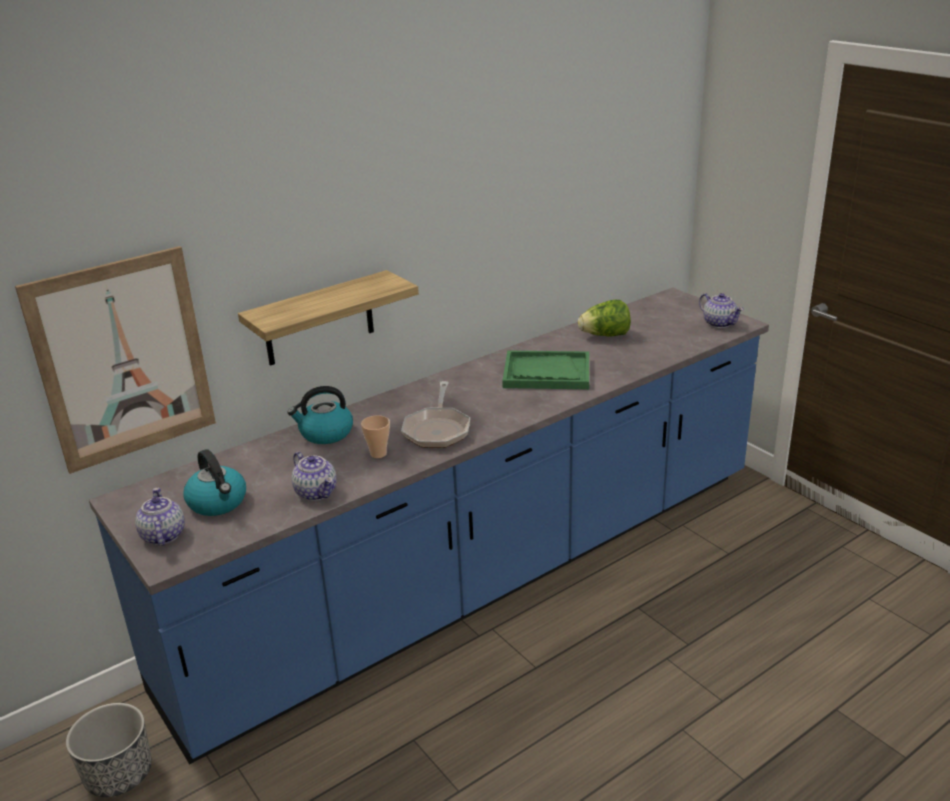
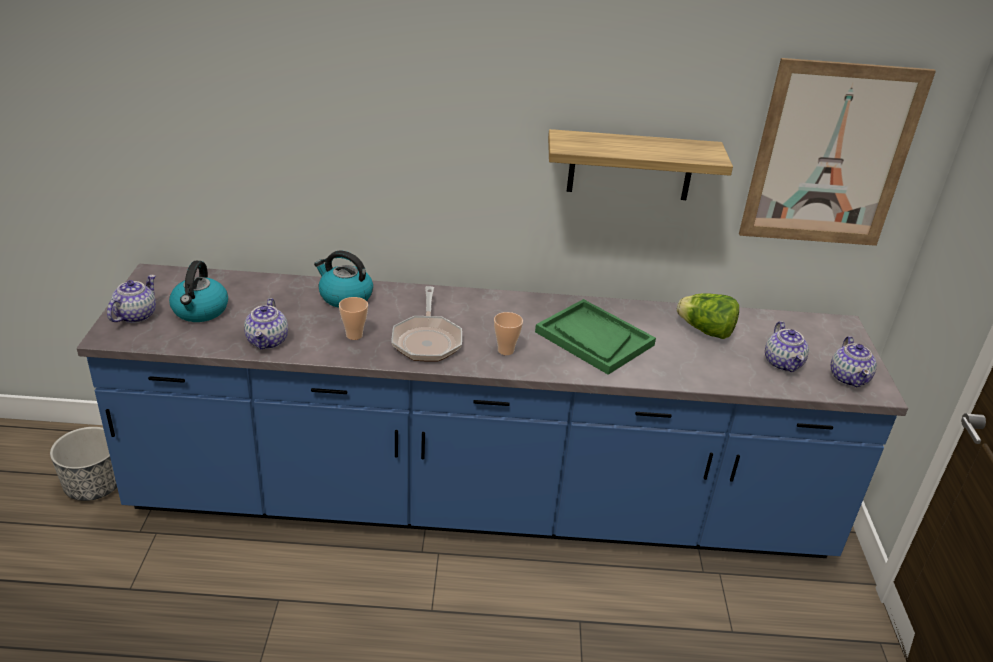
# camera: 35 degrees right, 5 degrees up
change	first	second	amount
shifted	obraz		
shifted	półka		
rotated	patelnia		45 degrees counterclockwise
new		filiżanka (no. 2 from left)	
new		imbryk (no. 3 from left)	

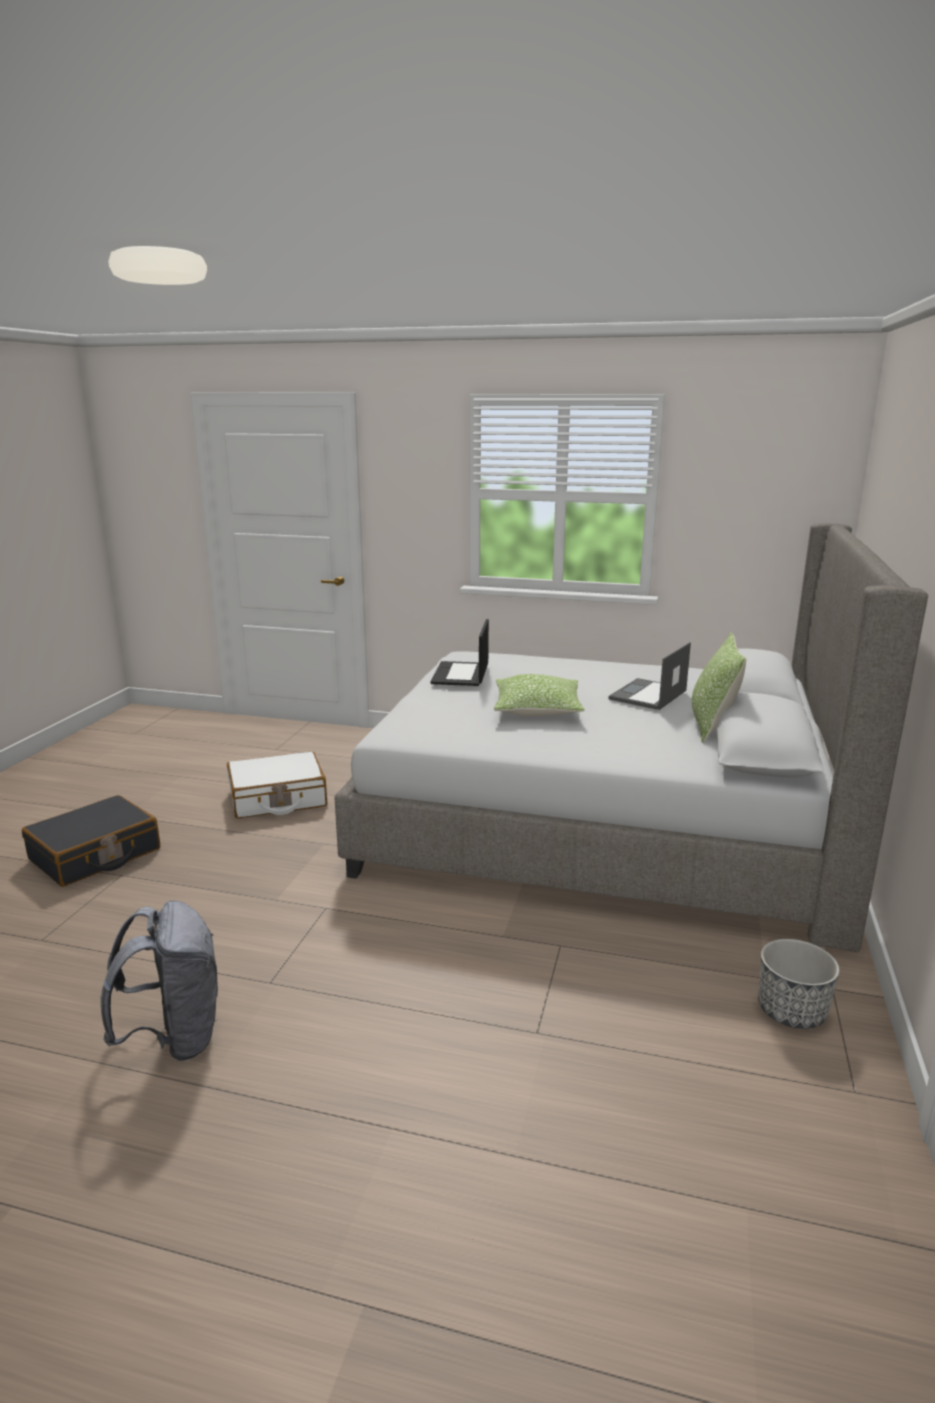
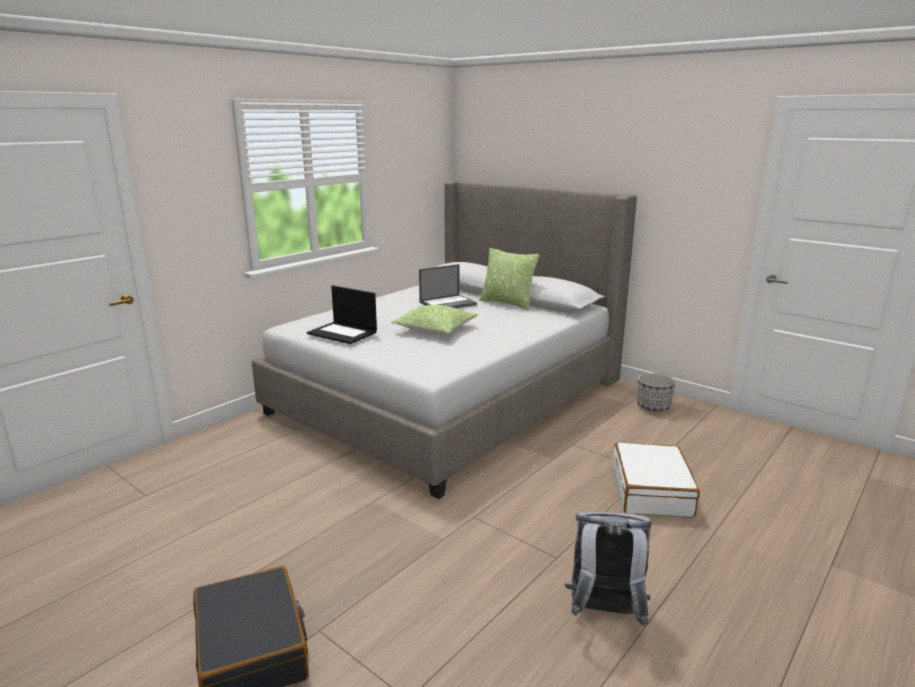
# camera: 65 degrees left, 0 degrees up
change	first	second	amount
shifted	walizka (biały)		
rotated	laptop (no. 2 from left)		90 degrees counterclockwise

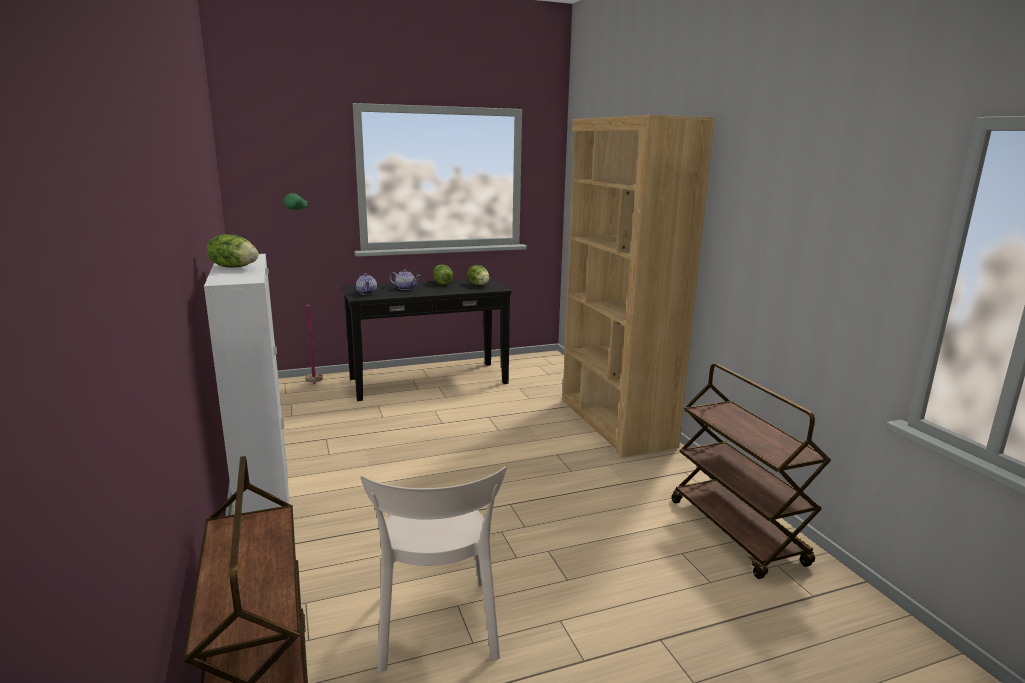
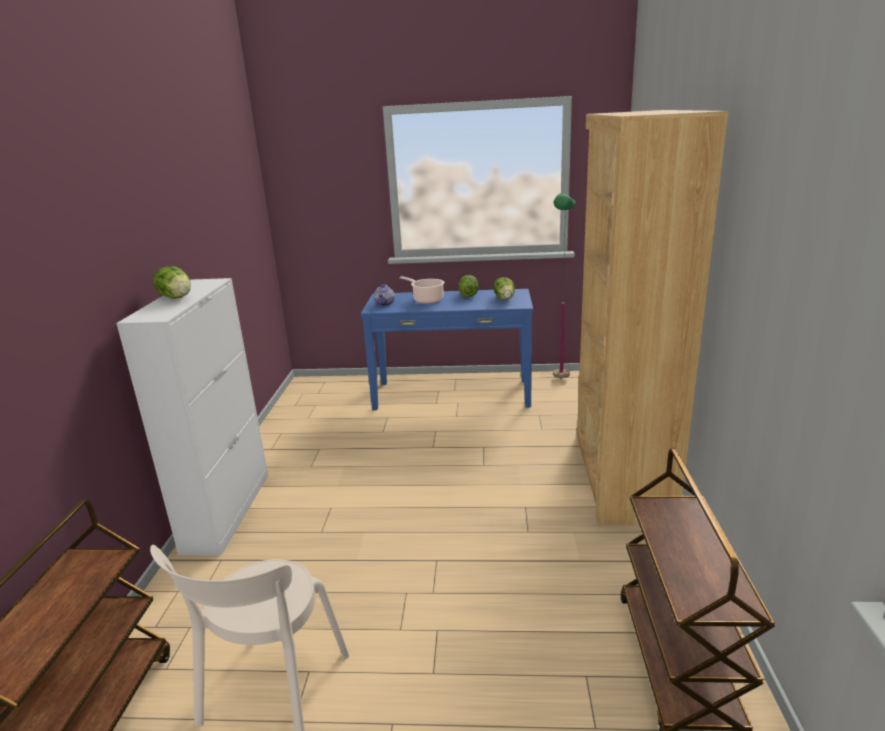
# camera: 25 degrees right, 5 degrees up
change	first	second	amount
shifted	lampa stojąca (zielony)		
repainted	stolik konsolowy (czarny)	stolik konsolowy (niebieski)	
swapped	imbryk (no. 2 from left)	garnek	

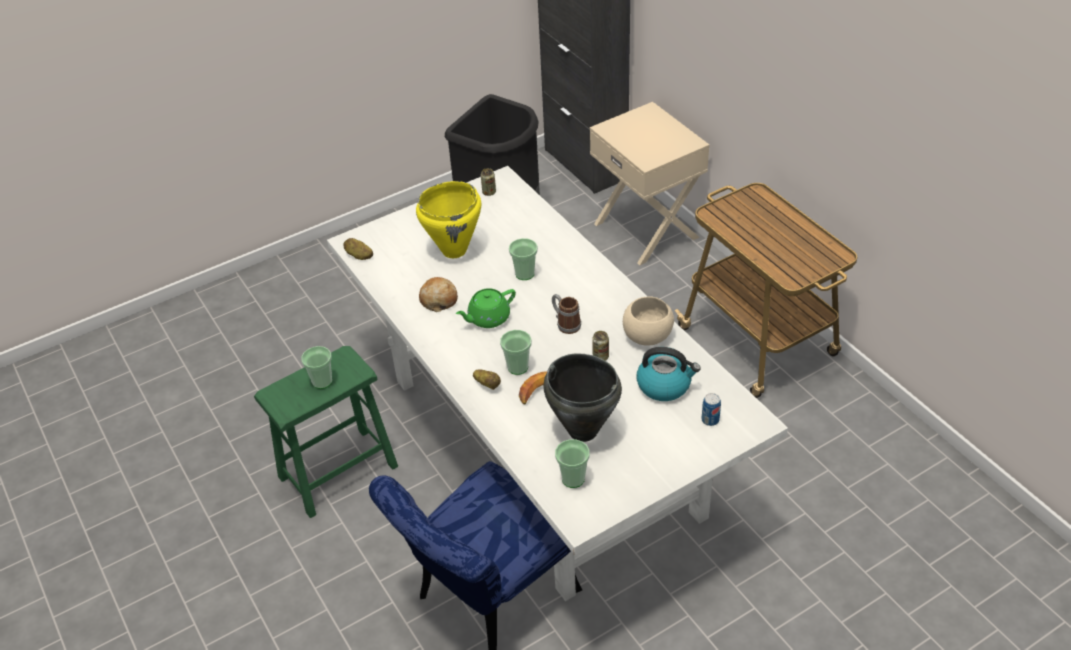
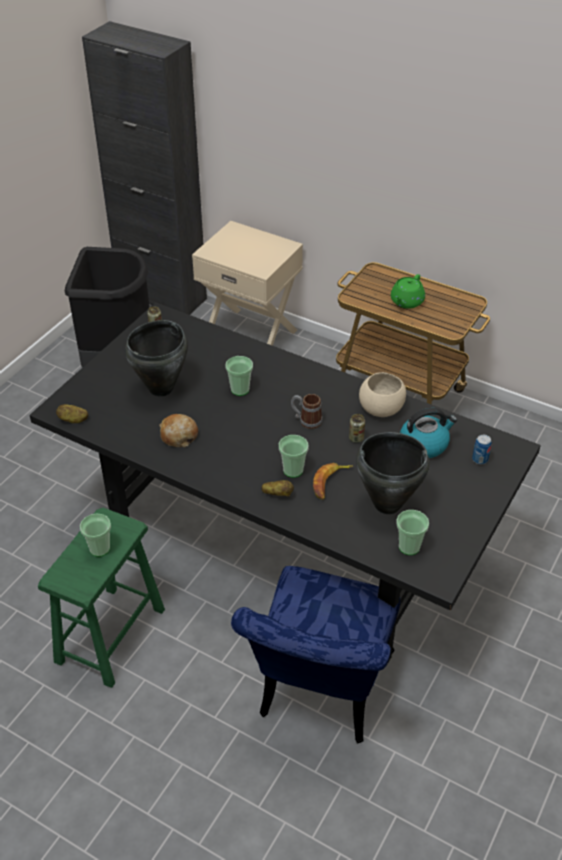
# camera: 30 degrees left, 0 degrees up
change	first	second	amount
repainted	stół jadalny (biały)	stół jadalny (czarny)	
repainted	garnek (żółty)	garnek (czarny) (no. 1 from left)	
shifted	imbryk (zielony)		

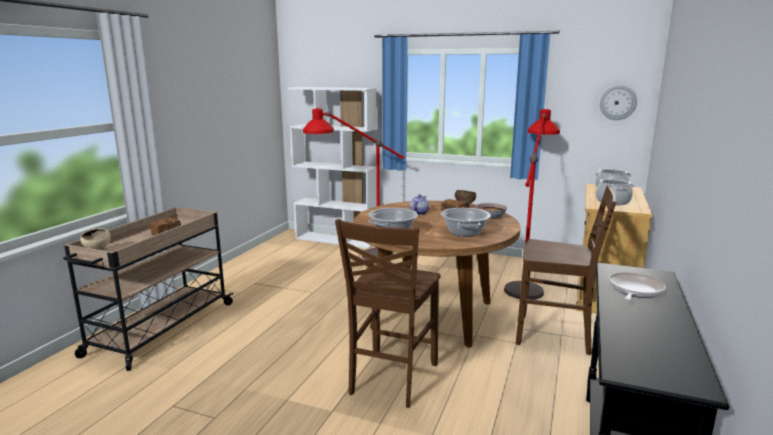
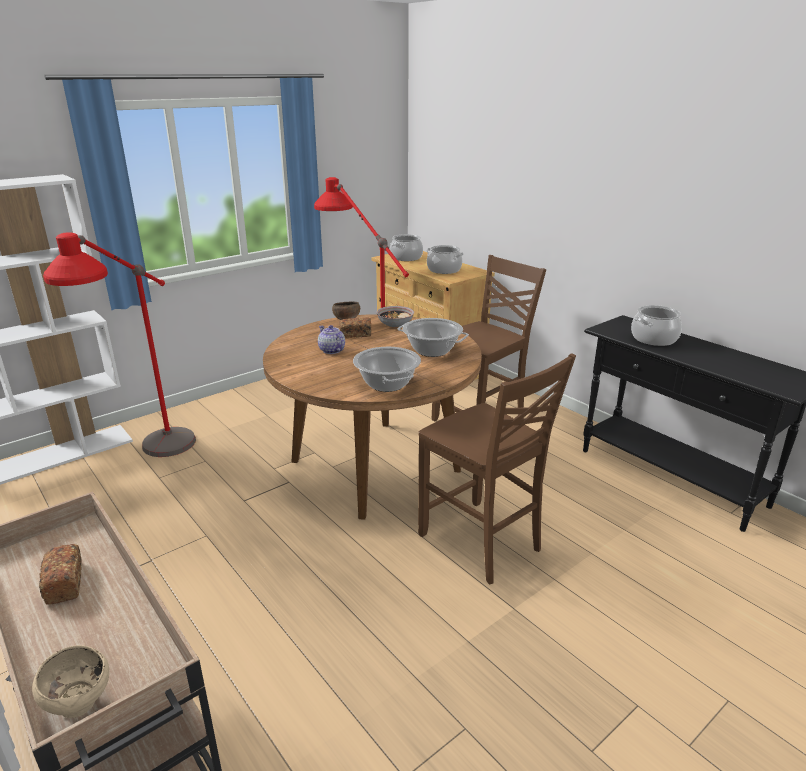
# camera: 60 degrees left, 10 degrees up
change	first	second	amount
gone	zegar ścienny		
swapped	patelnia	garnek (no. 5 from left)	

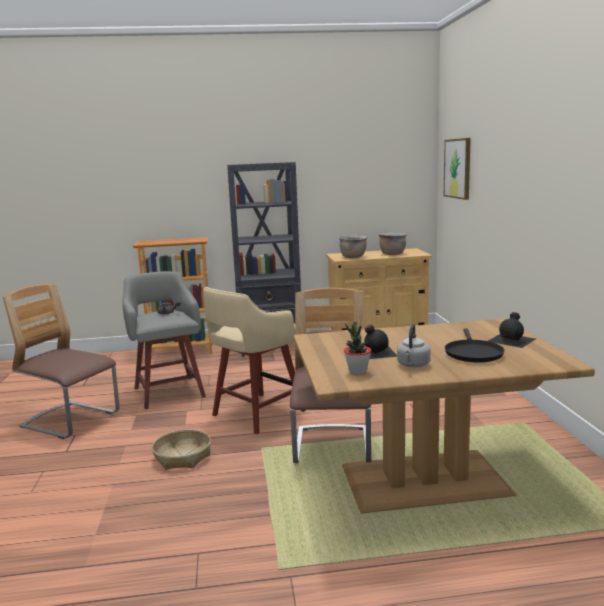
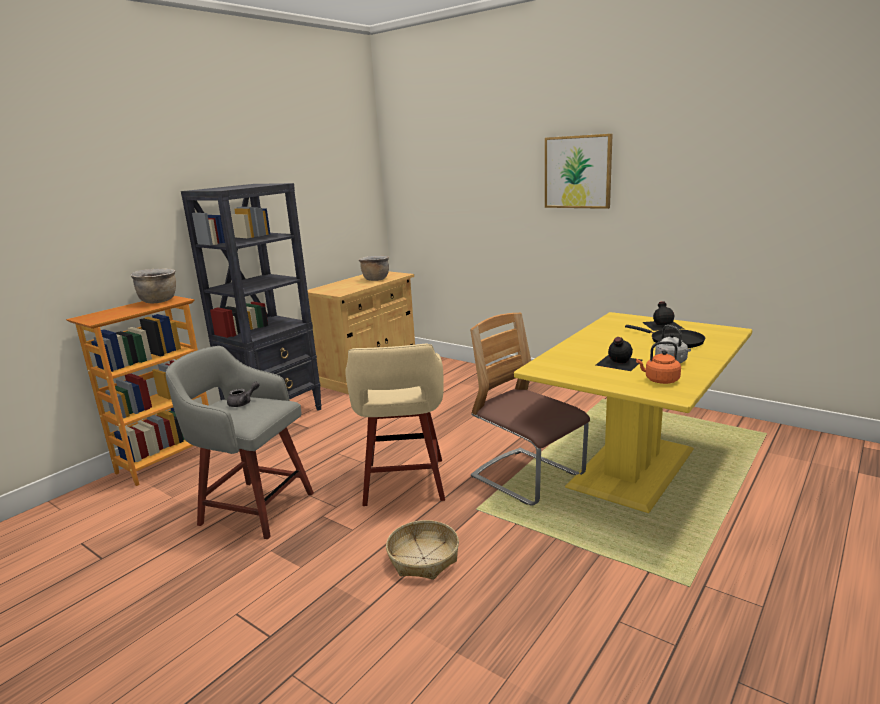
# camera: 45 degrees left, 5 degrees up
change	first	second	amount
gone	krzesło (no. 1 from left)		
repainted	stół jadalny (brązowy)	stół jadalny (żółty)	
shifted	garnek (brązowy) (no. 1 from left)		
swapped	roślina doniczkowa	czajnik (pomarańczowy)	
shifted	obraz		

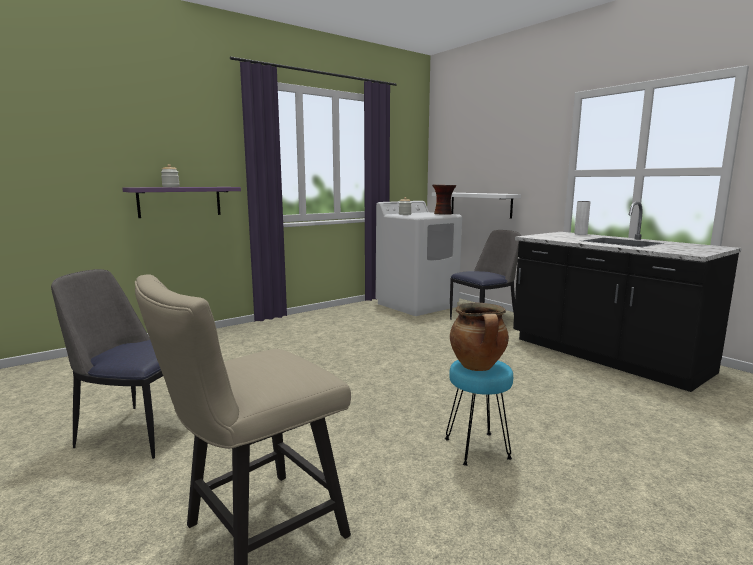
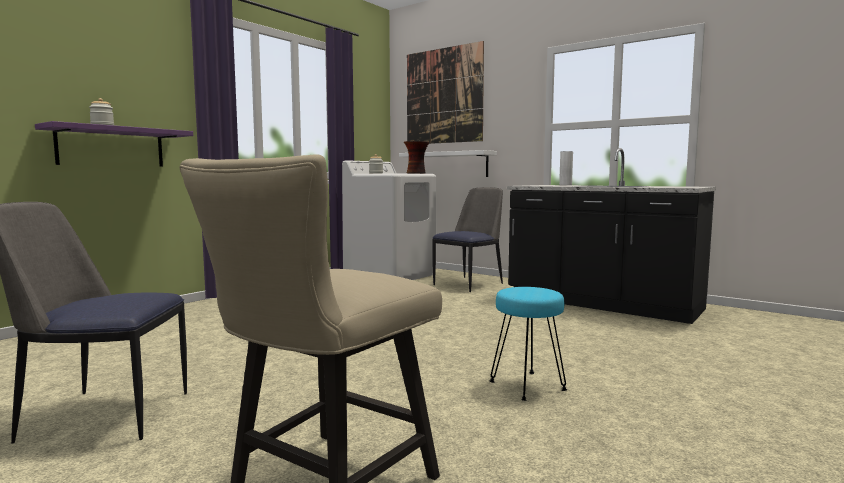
# camera: 15 degrees left, 5 degrees down
change	first	second	amount
gone	garnek		
new		obraz	

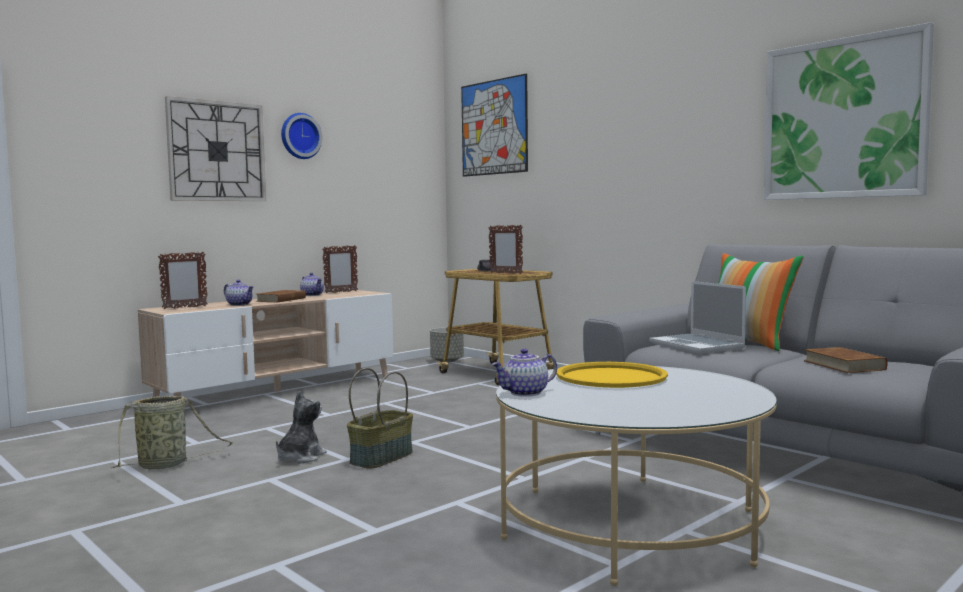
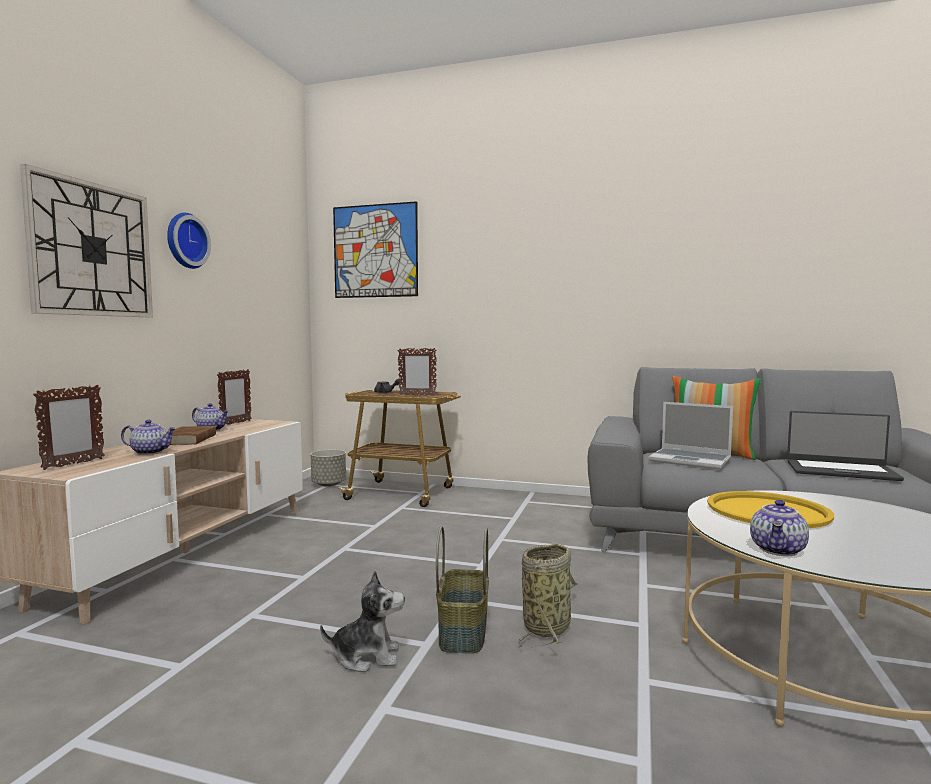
# camera: 30 degrees left, 0 degrees up
change	first	second	amount
shifted	koszyk (no. 1 from left in the first image)	koszyk (no. 2 from left)	
rotated	pluszak		90 degrees clockwise
gone	obraz (no. 2 from left)		
swapped	książka (brązowy) (no. 2 from left)	laptop (no. 2 from left)	

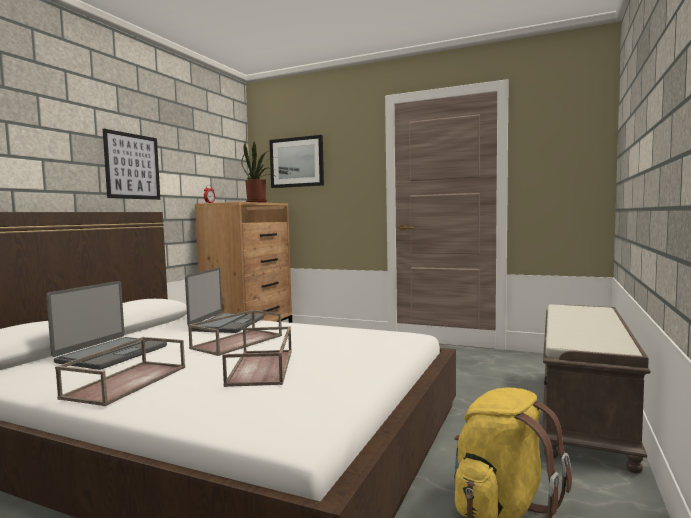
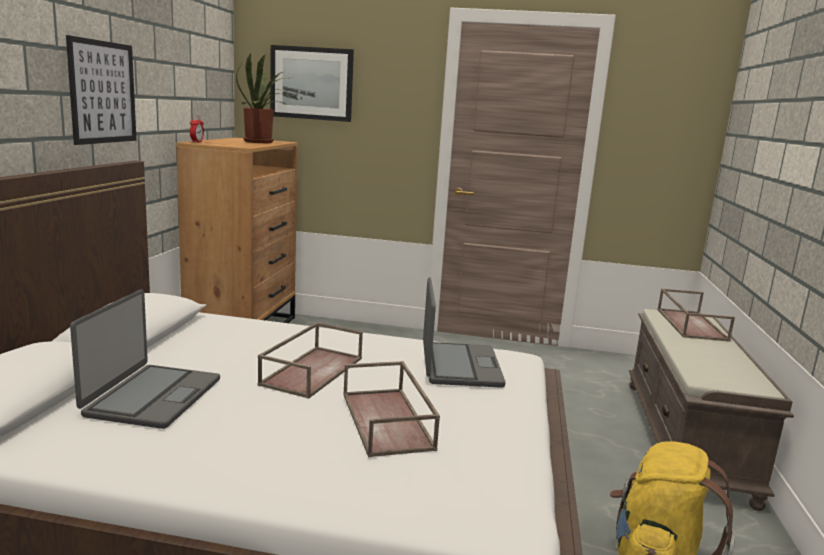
# camera: 15 degrees left, 10 degrees up
change	first	second	amount
shifted	taca (brązowy) (no. 1 from left in the first image)	taca (brązowy) (no. 3 from left)	
shifted	laptop (no. 2 from left)		

